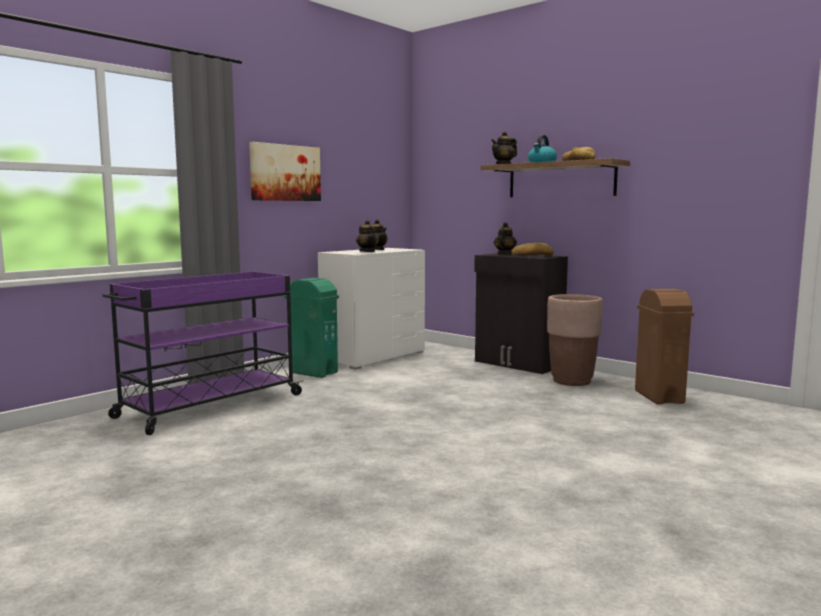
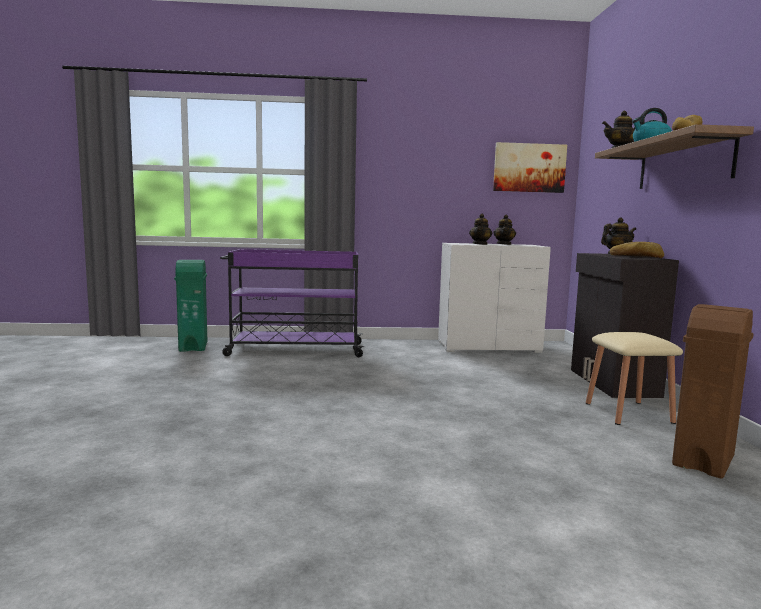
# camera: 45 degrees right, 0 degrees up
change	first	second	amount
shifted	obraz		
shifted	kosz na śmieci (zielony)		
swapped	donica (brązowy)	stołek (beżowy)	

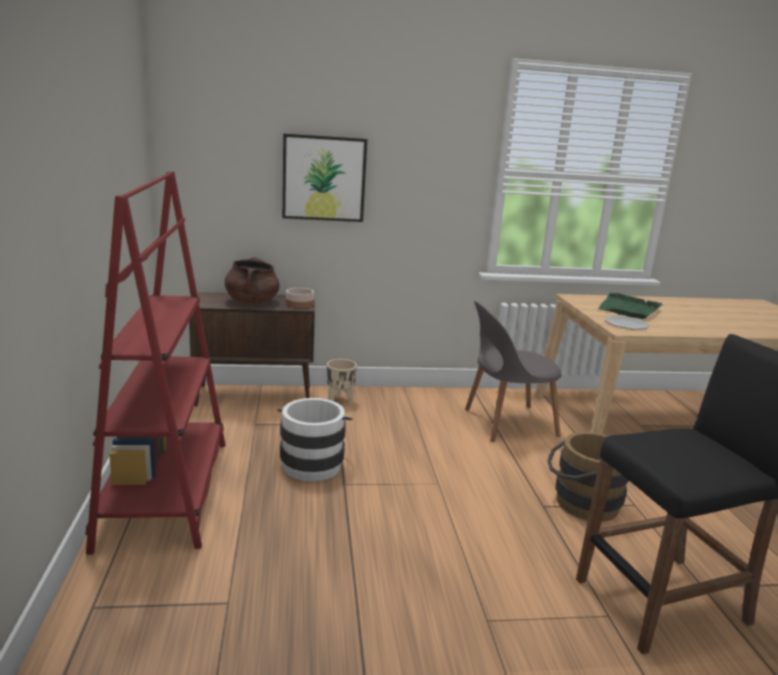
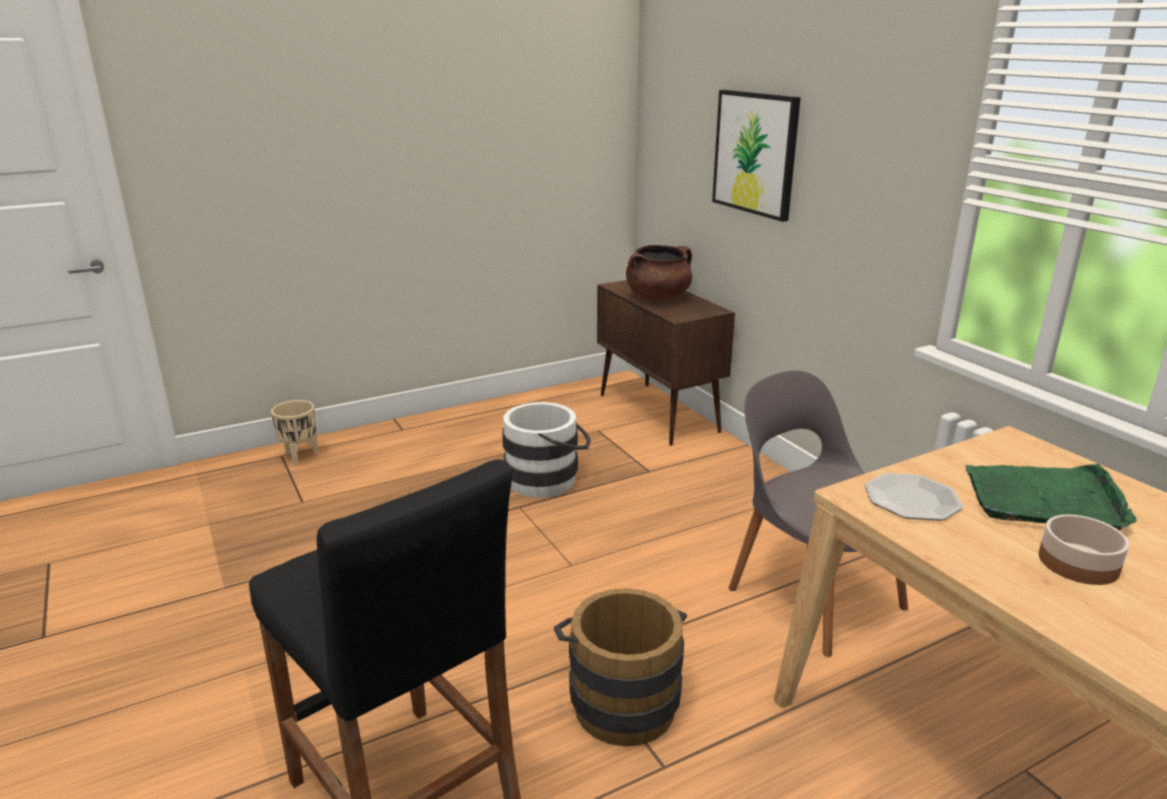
# camera: 70 degrees right, 5 degrees up
change	first	second	amount
gone	regał (czerwony)		
shifted	miska		
shifted	donica (beżowy)		

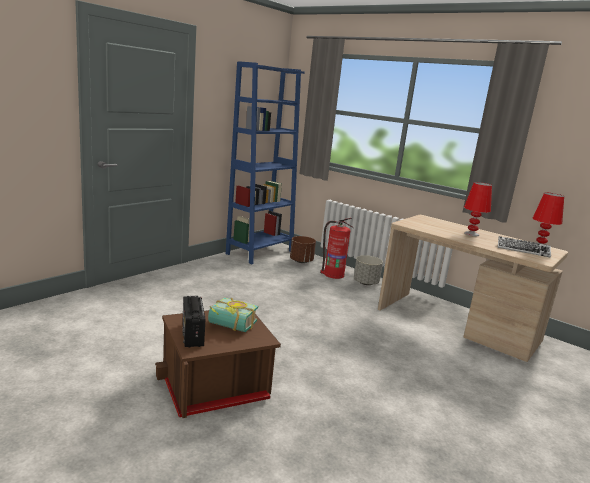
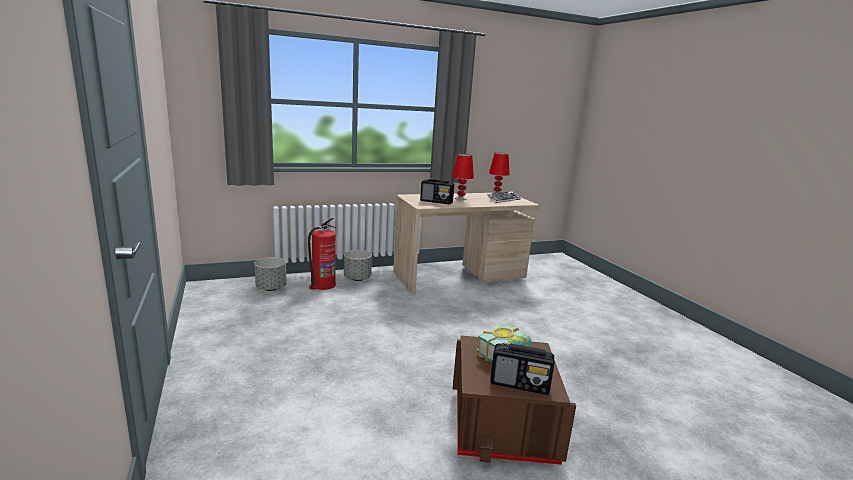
# camera: 60 degrees left, 0 degrees up
change	first	second	amount
gone	regał (niebieski)		
repainted	donica (brązowy)	donica (szary) (no. 1 from left)	
new		radio (no. 1 from left)	

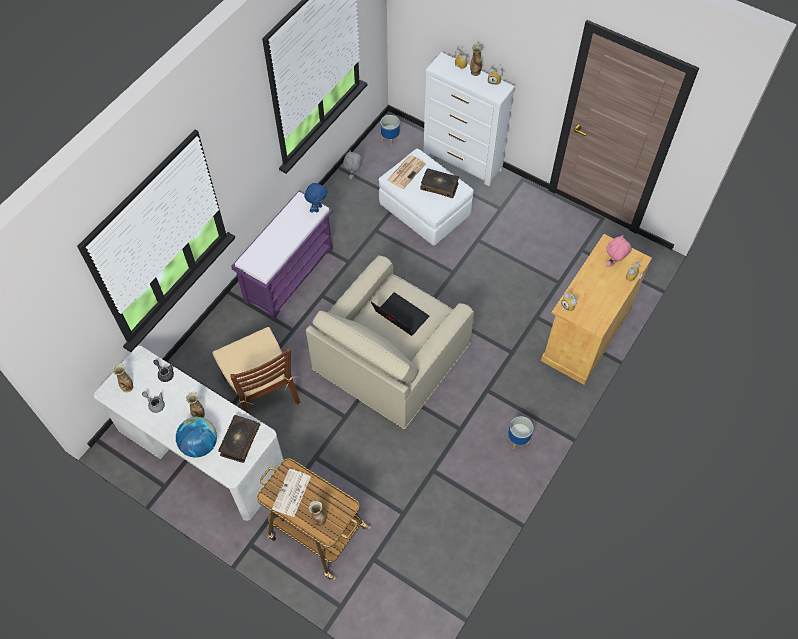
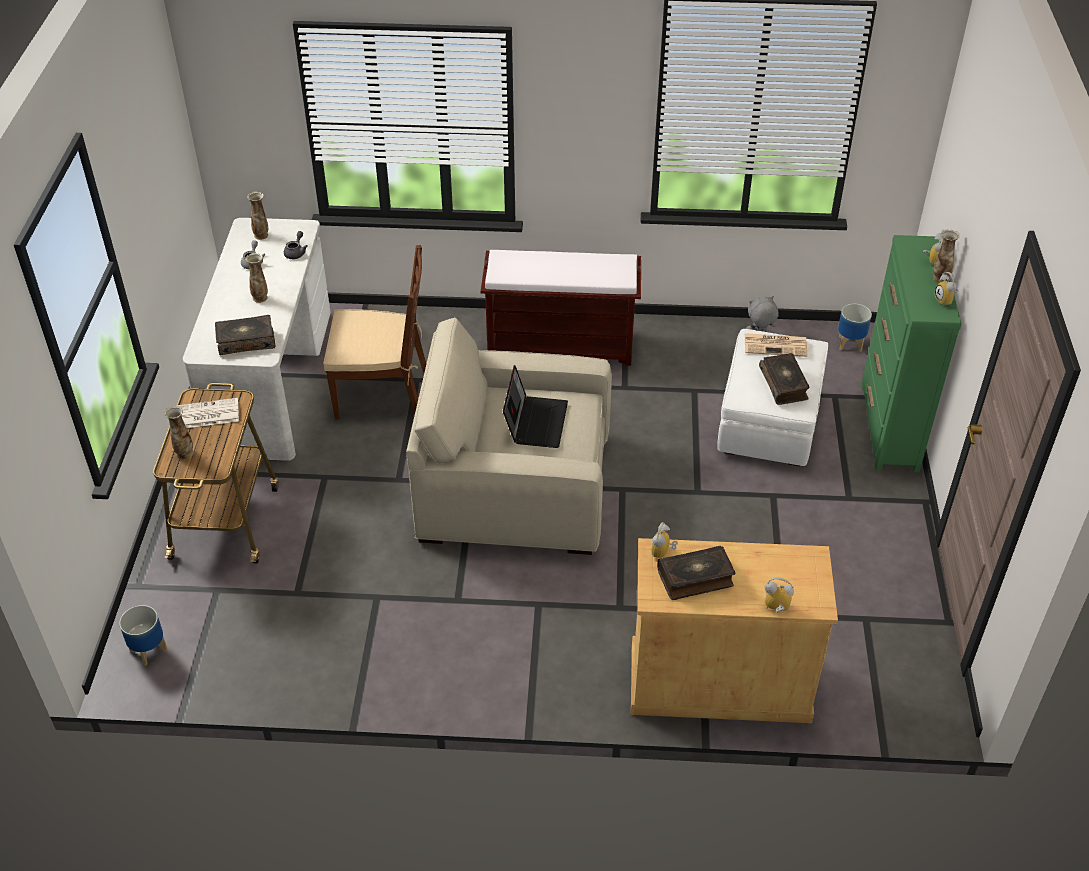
# camera: 60 degrees right, 15 degrees down
change	first	second	amount
gone	globus		
rotated	krzesło (brązowy)		120 degrees counterclockwise
repainted	ławka (fioletowy)	ławka (brązowy)	
gone	pluszak (niebieski)		
repainted	komoda (biały)	komoda (zielony)	
shifted	donica (no. 2 from left in the first image)	donica (no. 1 from left)	
gone	pluszak (różowy)		
new		książka (no. 2 from left)	

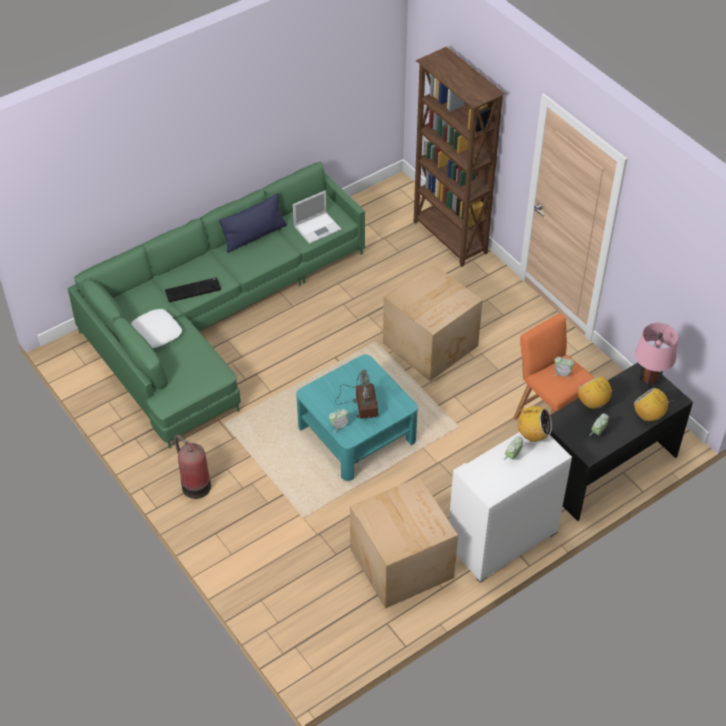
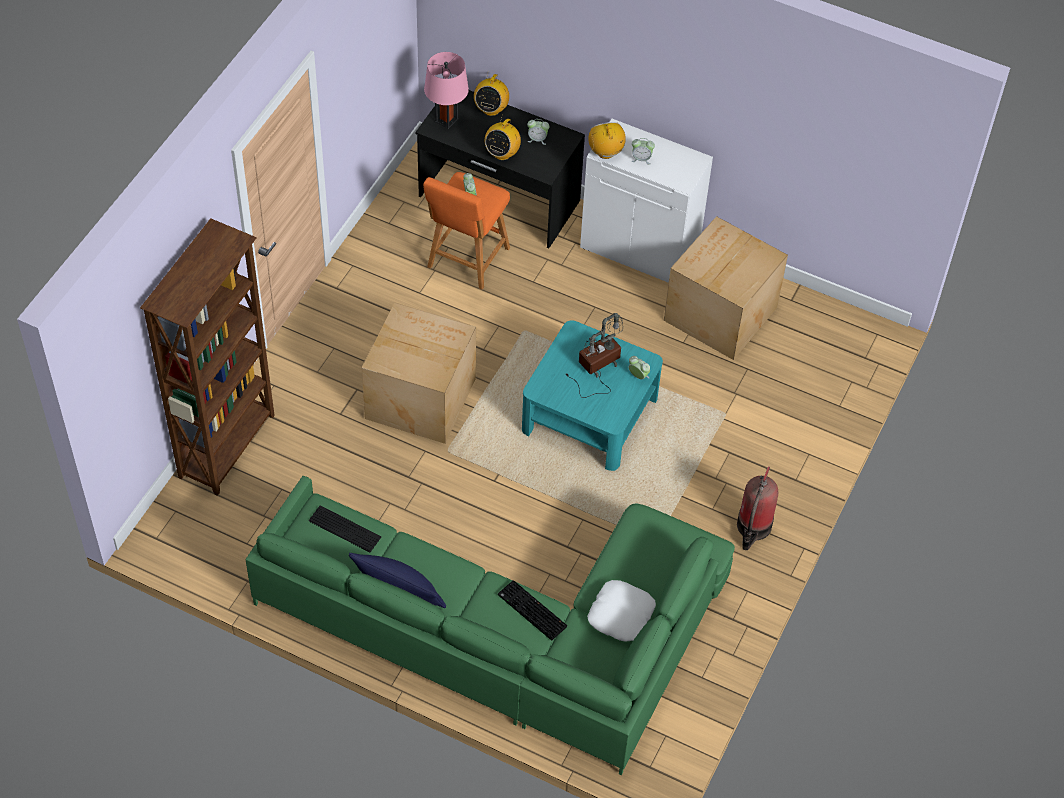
# camera: 120 degrees left, 5 degrees up
change	first	second	amount
swapped	laptop	klawiatura (no. 1 from left)	

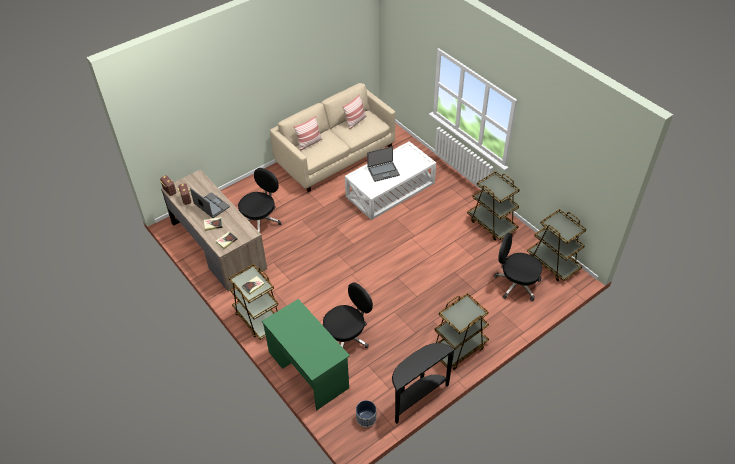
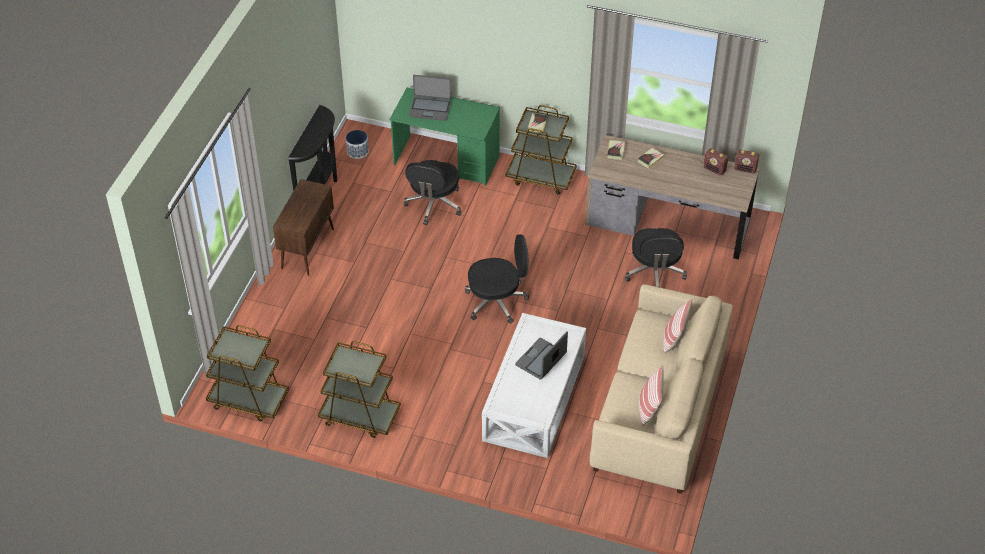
# camera: 145 degrees right, 0 degrees up
change	first	second	amount
shifted	laptop (no. 1 from left)		
swapped	wózek (brązowy) (no. 2 from left)	szafka (brązowy)	
shifted	krzesło biurowe (czarny) (no. 3 from left in the first image)	krzesło biurowe (czarny) (no. 2 from left)	

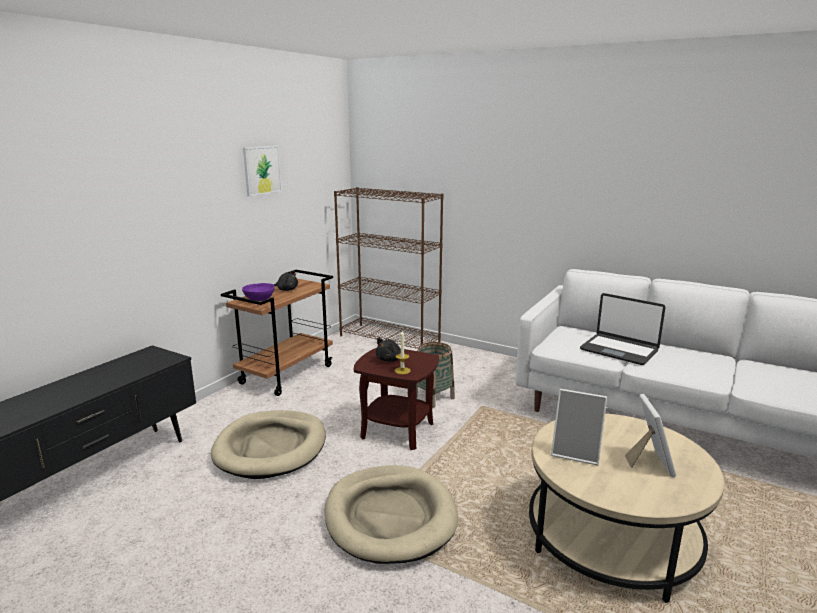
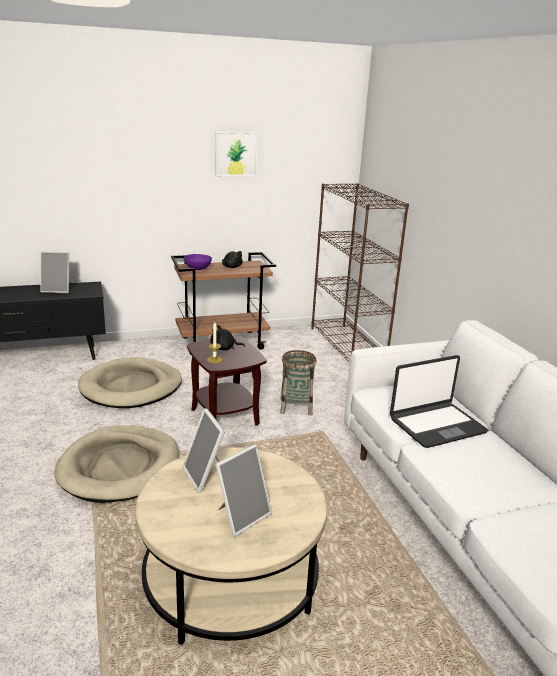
# camera: 40 degrees right, 5 degrees up
change	first	second	amount
rotated	laptop		105 degrees counterclockwise
new		ramka na zdjęcie (no. 1 from left)	

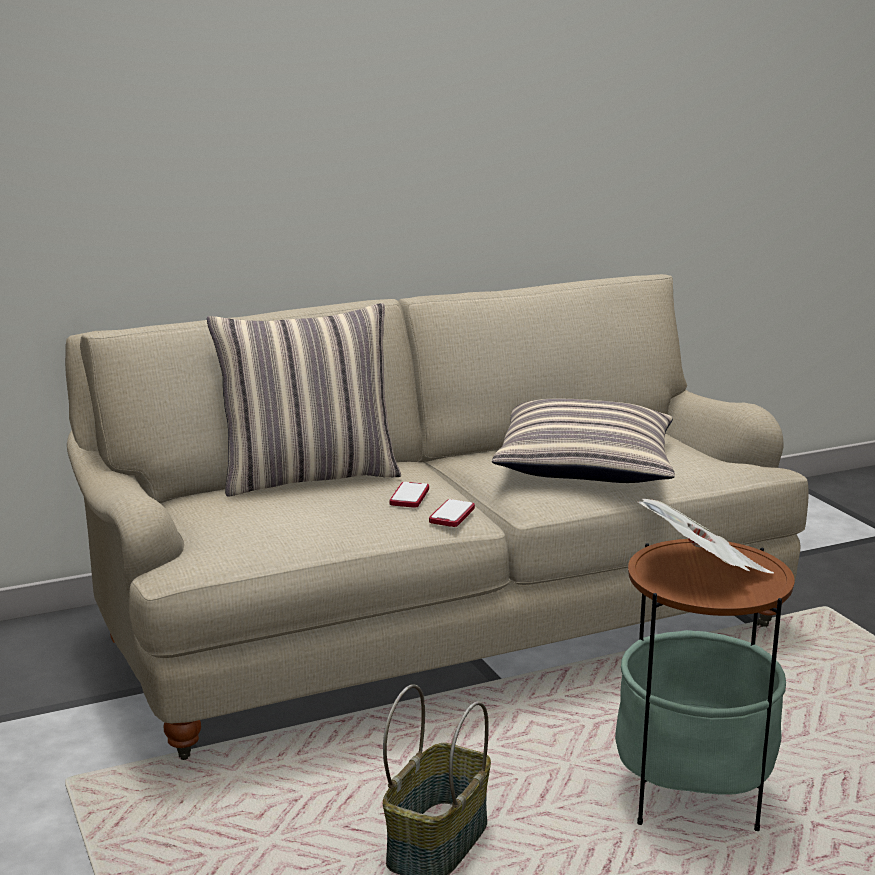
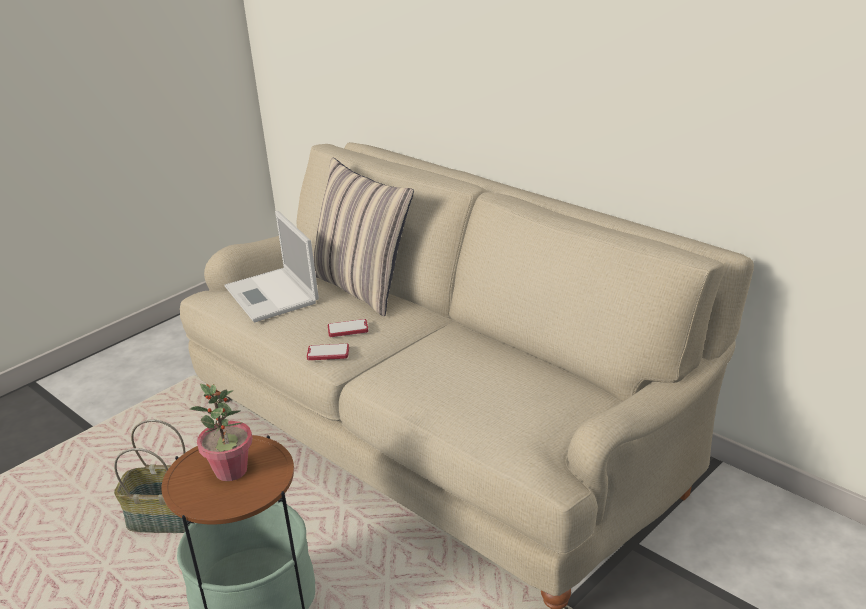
# camera: 70 degrees right, 10 degrees up
change	first	second	amount
gone	poduszka (no. 2 from left)		
swapped	gazeta	roślina doniczkowa	
new		laptop	

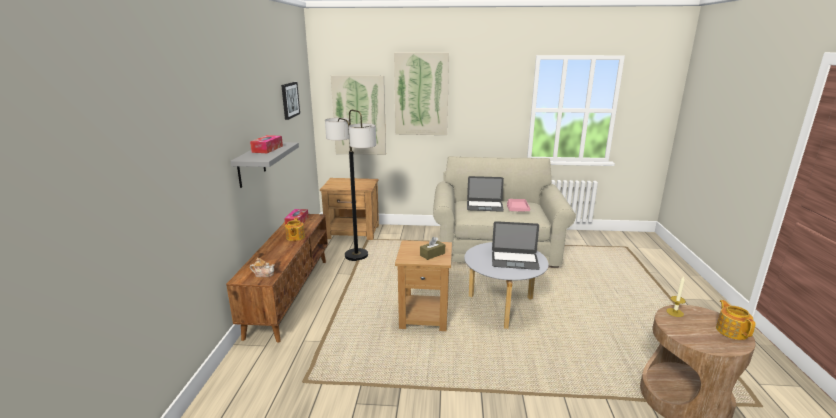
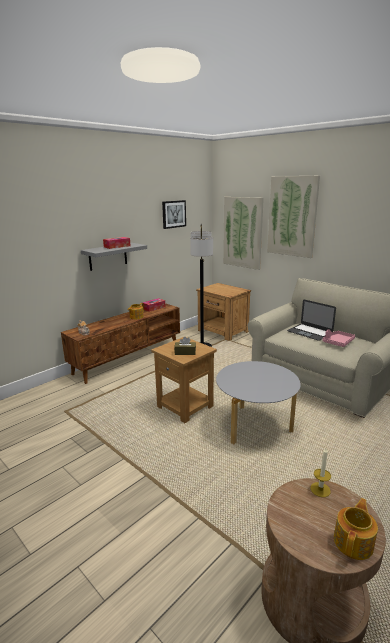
# camera: 40 degrees right, 0 degrees up
change	first	second	amount
gone	laptop (no. 2 from left)		

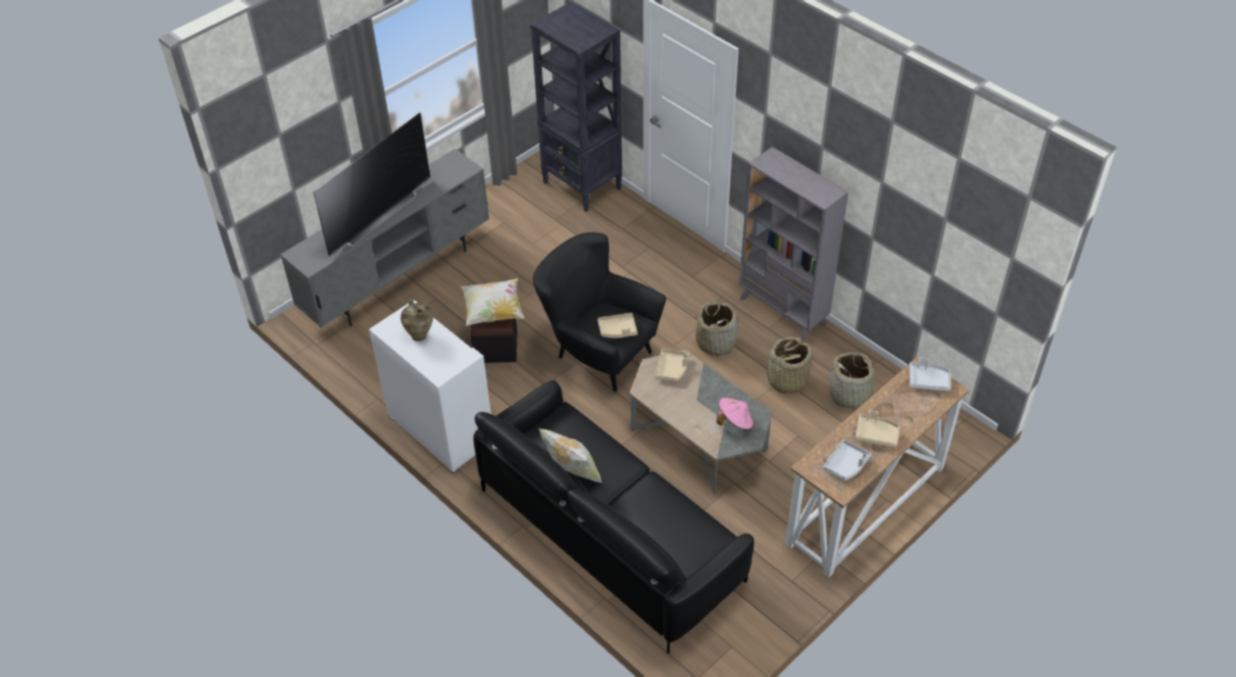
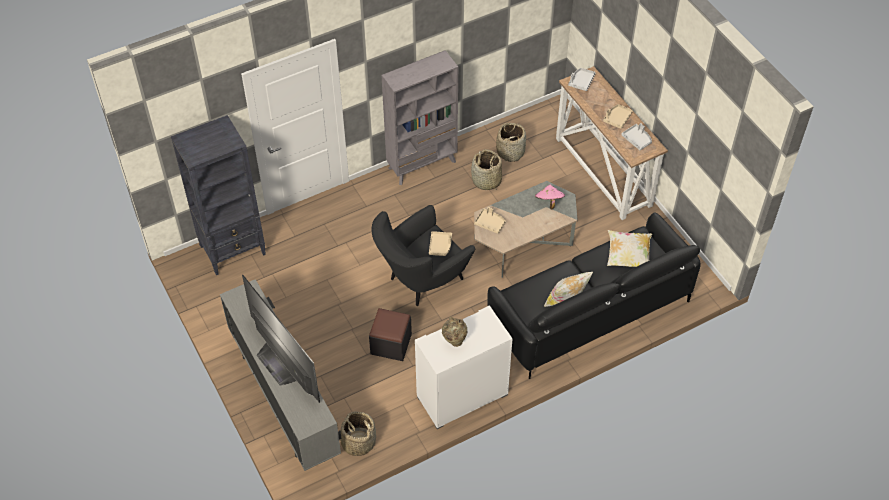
# camera: 75 degrees left, 5 degrees up
change	first	second	amount
shifted	poduszka (no. 1 from left in the first image)	poduszka (no. 2 from left)	
shifted	koszyk (no. 1 from left)		

